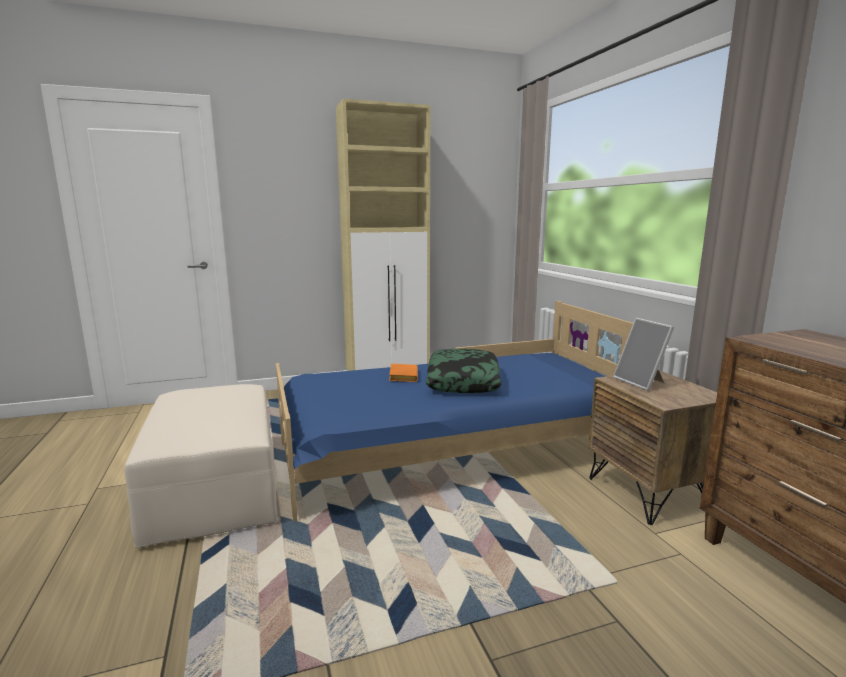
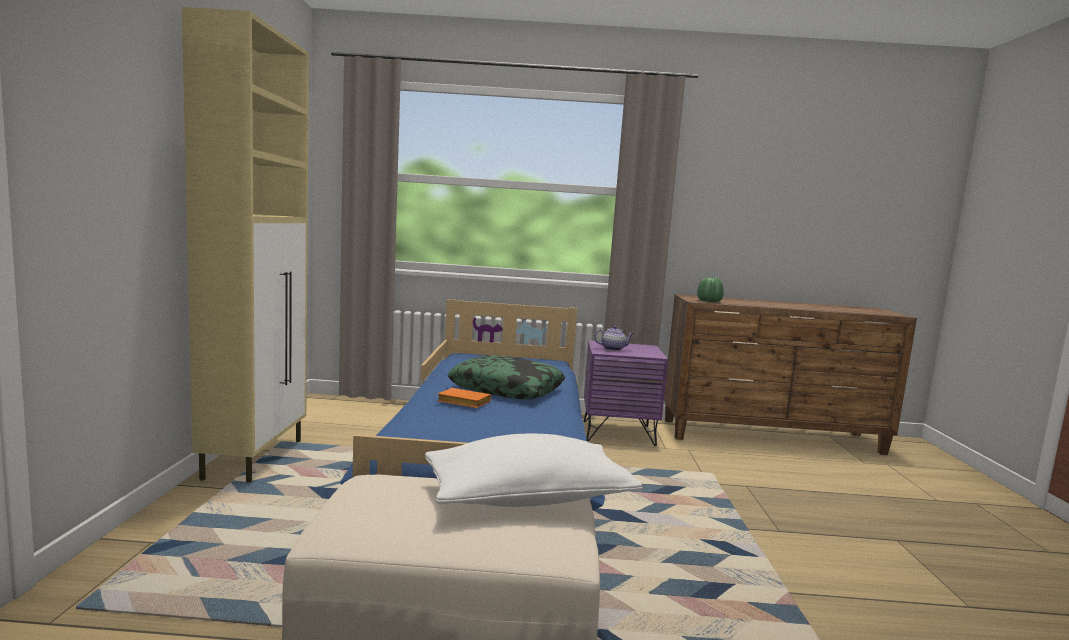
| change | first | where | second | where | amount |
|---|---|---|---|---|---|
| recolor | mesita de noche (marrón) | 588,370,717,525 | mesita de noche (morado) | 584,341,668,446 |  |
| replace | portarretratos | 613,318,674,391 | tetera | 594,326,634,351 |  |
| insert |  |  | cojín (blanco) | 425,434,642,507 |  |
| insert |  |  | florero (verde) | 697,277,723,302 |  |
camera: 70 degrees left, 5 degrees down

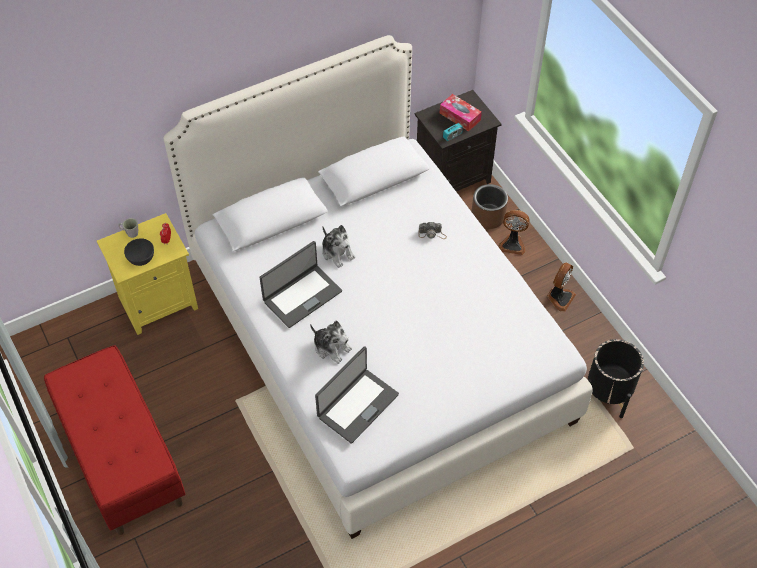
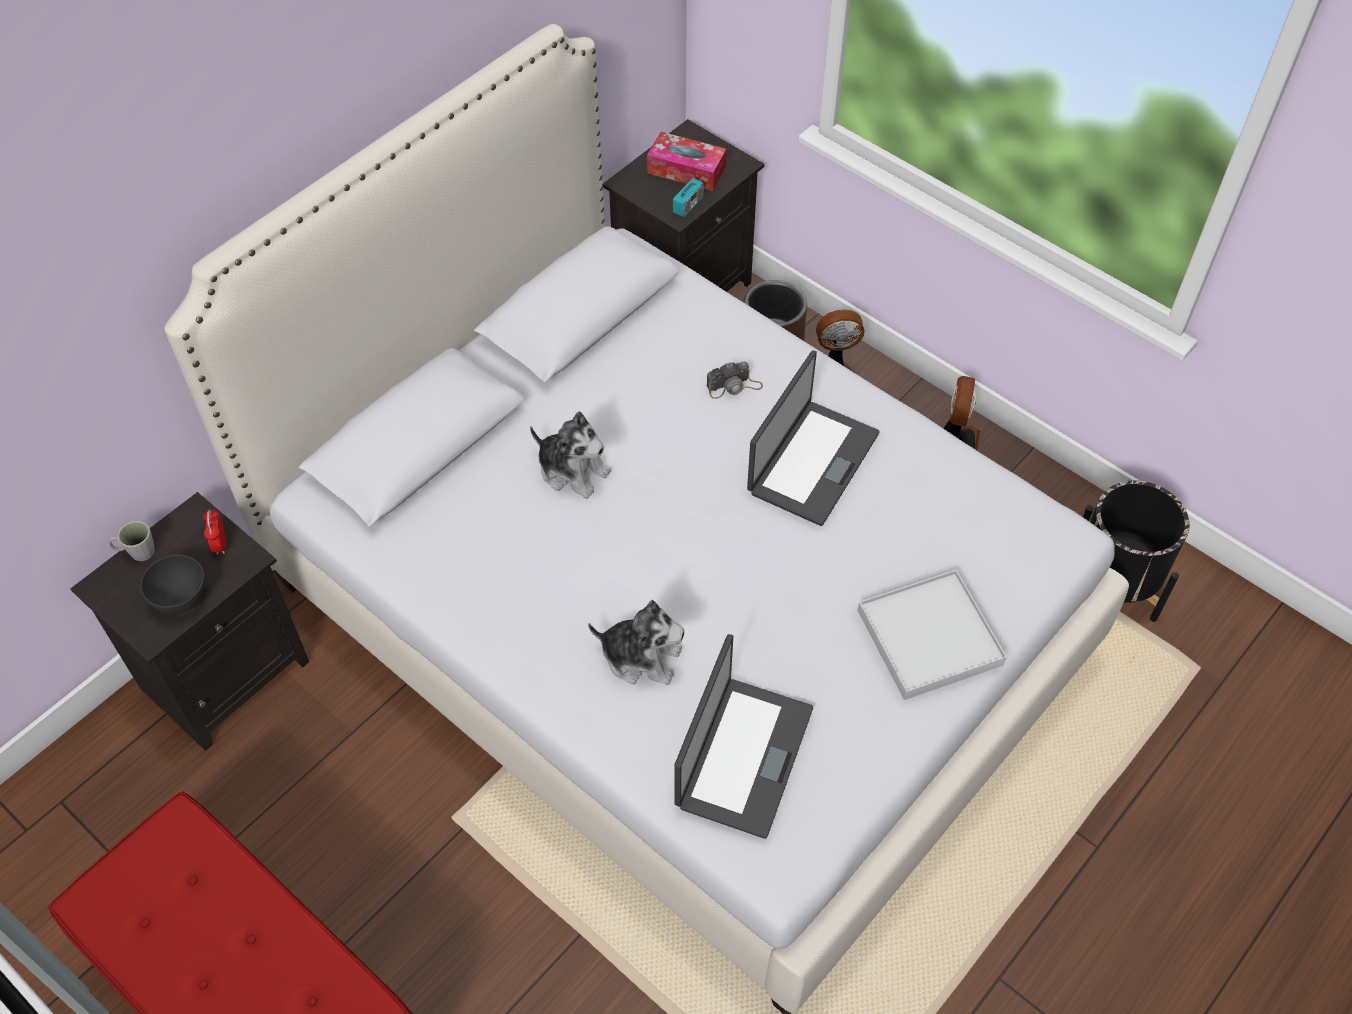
| change | first | where | second | where | amount |
|---|---|---|---|---|---|
| recolor | mesita de noche (amarillo) | 97,213,198,335 | mesita de noche (negro) | 70,492,309,751 |  |
| move | portátil | 259,241,342,328 |  | 747,350,880,526 |  |
| insert |  |  | bandeja (blanco) | 858,570,1007,700 |  |
camera: 20 degrees left, 0 degrees up

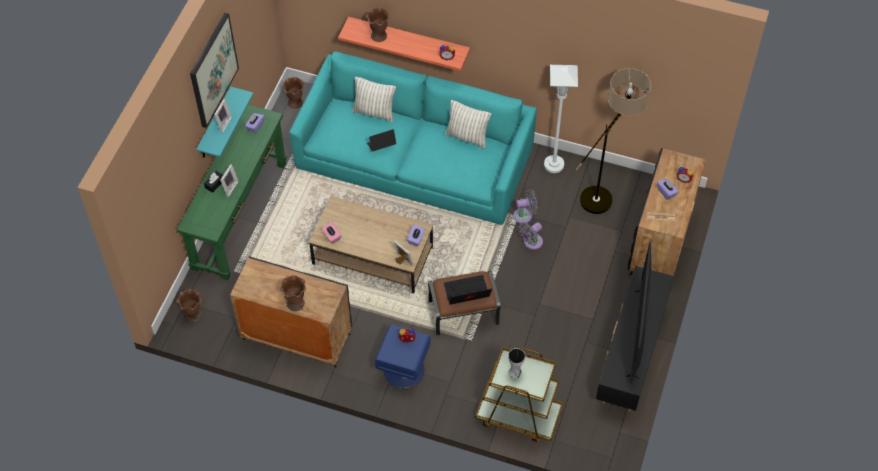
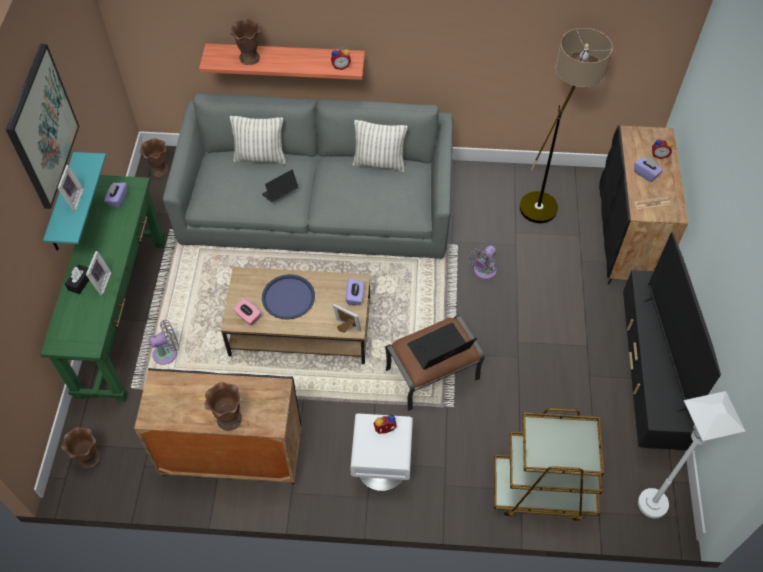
| change | first | where | second | where | amount |
|---|---|---|---|---|---|
| recolor | sofá (turquesa) | 289,52,537,225 | sofá (gris) | 163,93,453,259 |  |
| recolor | mesita de noche (azul) | 375,324,431,388 | mesita de noche (blanco) | 350,414,413,491 |  |
| delete | florero | 508,348,525,378 |  |  |  |
| move | ventilador (gris) | 513,189,538,224 |  | 149,320,179,365 |  |
| move | lámpara de pie (blanco) | 544,65,578,173 |  | 638,391,746,518 |  |
| insert |  |  | bandeja (azul) | 262,274,315,320 |  |
camera: 15 degrees left, 0 degrees up

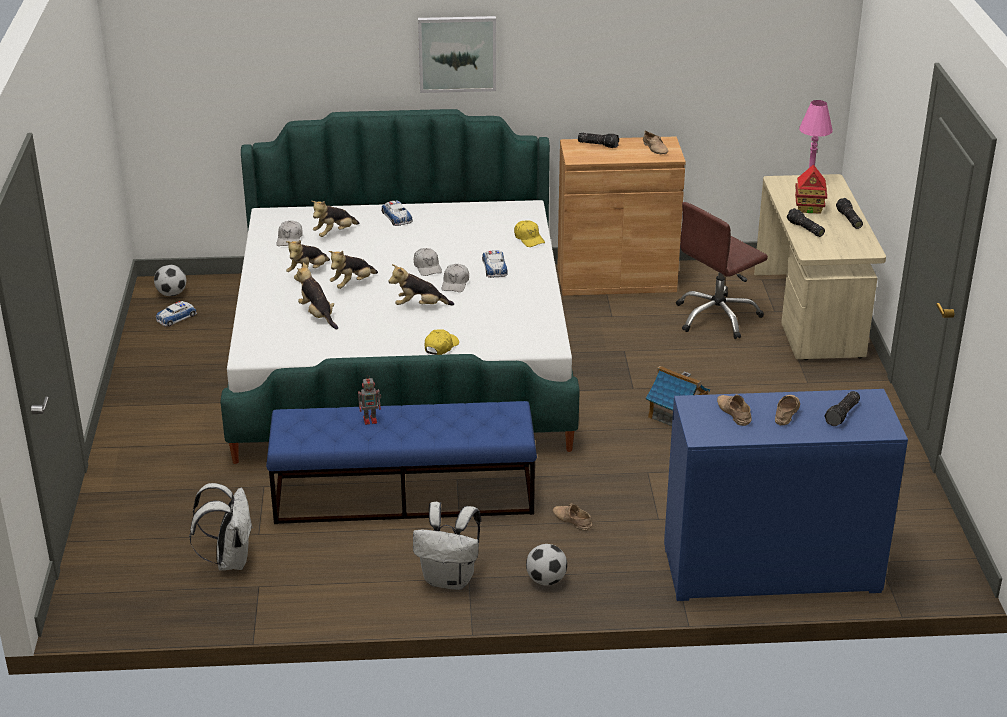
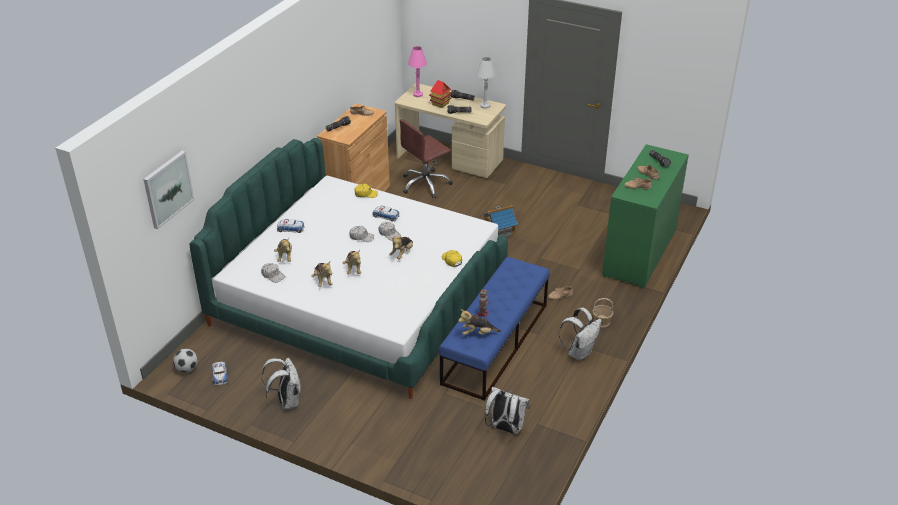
| change | first | where | second | where | amount |
|---|---|---|---|---|---|
| move | peluche | 294,263,338,329 |  | 458,309,501,335 |  |
| move | cuadro | 418,16,496,93 |  | 143,151,194,229 |  |
| replace | balón de fútbol | 526,544,567,585 | cesta | 592,298,614,327 |  |
| recolor | cómoda (azul) | 664,389,908,601 | cómoda (verde) | 602,144,689,289 |  |
| rotate | silla de oficina (marrón) | 676,202,768,339 |  | 399,119,452,198 | 60 degrees clockwise |
| insert |  |  | mochila (blanco) | 261,358,301,410 |  |
| insert |  |  | lámpara de mesa (blanco) | 476,57,496,109 |  |
camera: 60 degrees left, 5 degrees up

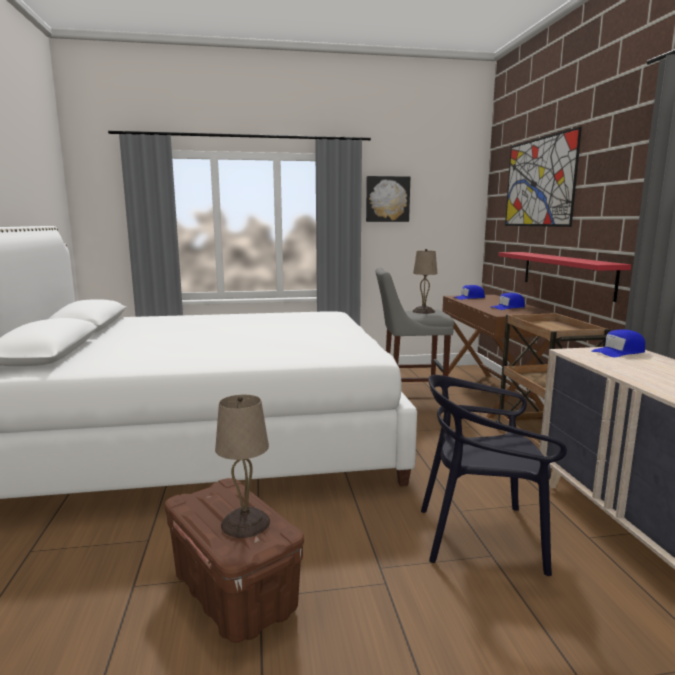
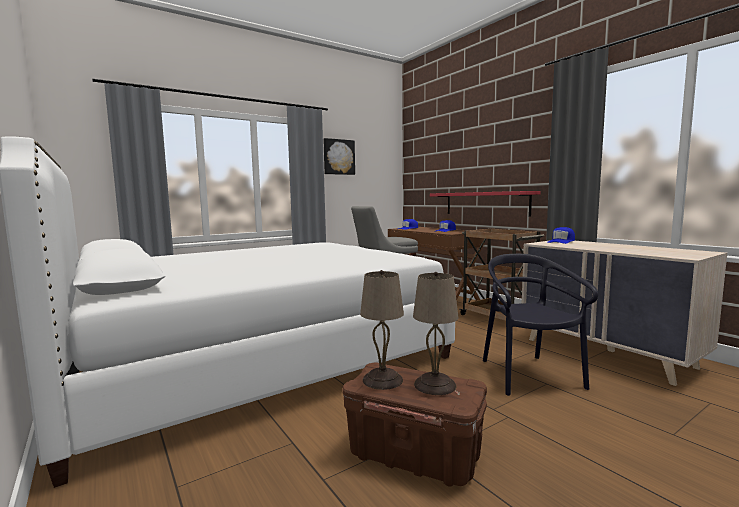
| change | first | where | second | where | amount |
|---|---|---|---|---|---|
| move | lámpara de mesa (beis) | 412,249,437,314 |  | 360,270,404,390 |  |
| rotate | silla (negro) | 421,375,567,576 |  | 483,254,598,396 | 105 degrees clockwise |
| delete | cuadro | 505,126,582,227 |  |  |  |
camera: 25 degrees left, 5 degrees down

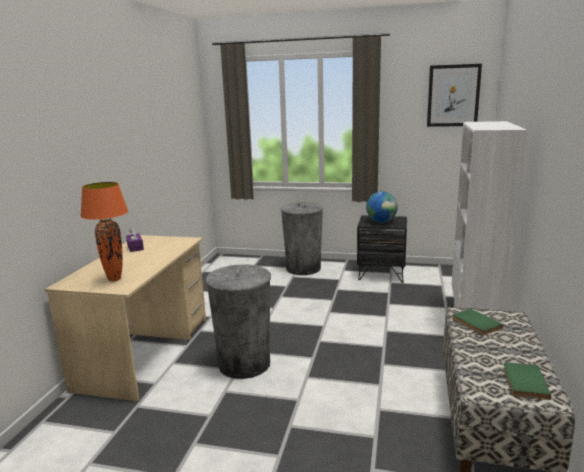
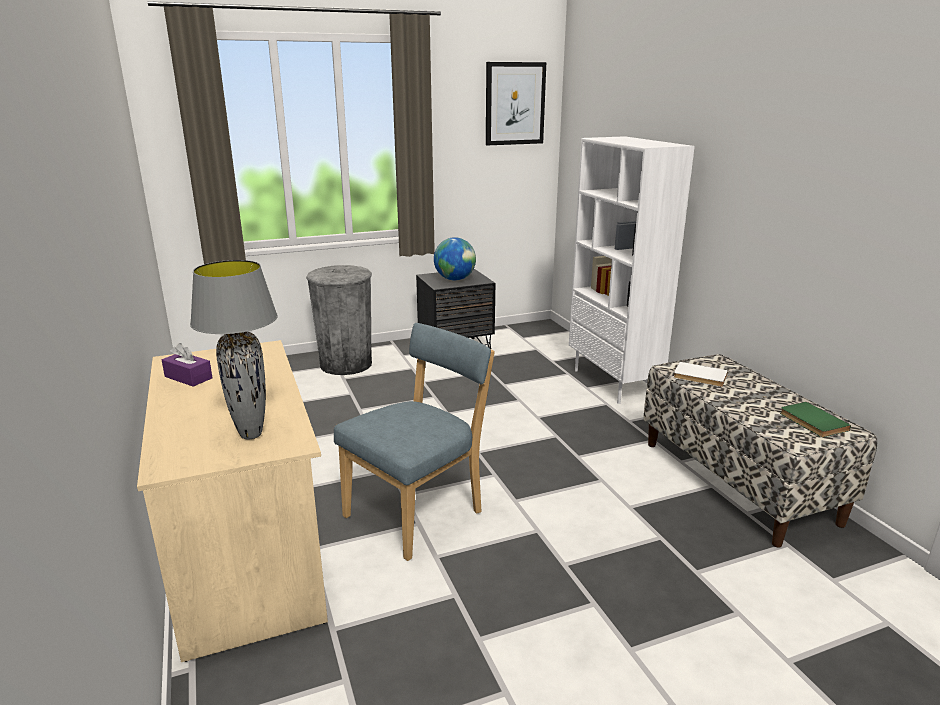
| change | first | where | second | where | amount |
|---|---|---|---|---|---|
| recolor | lámpara de mesa (naranja) | 80,182,128,282 | lámpara de mesa (gris) | 190,260,278,440 |  |
| replace | papelera (gris) | 205,264,271,379 | silla (azul) | 334,323,495,561 |  |
| recolor | libro (verde) | 453,309,503,335 | libro (blanco) | 673,362,728,387 |  |
camera: 35 degrees left, 5 degrees up

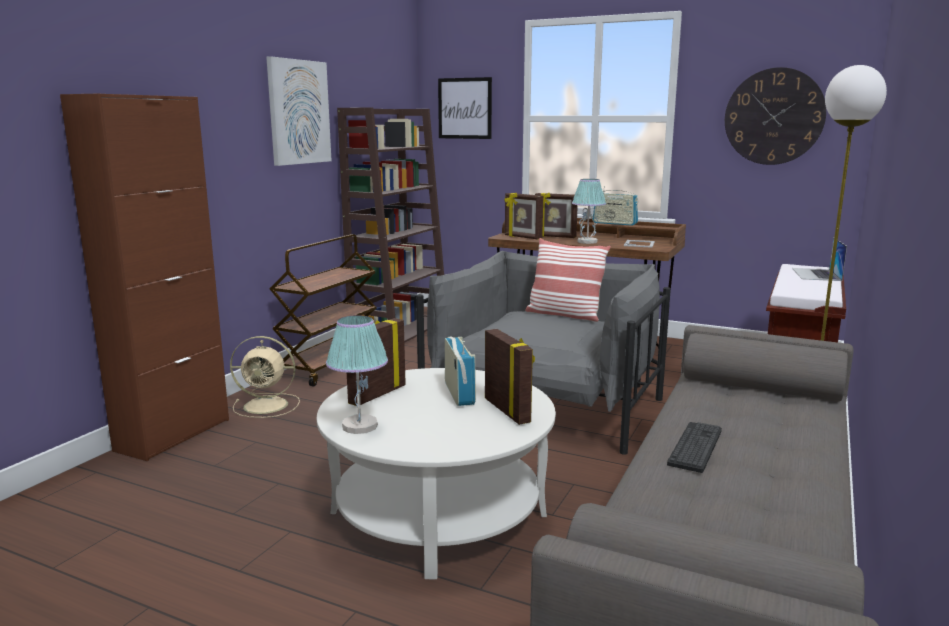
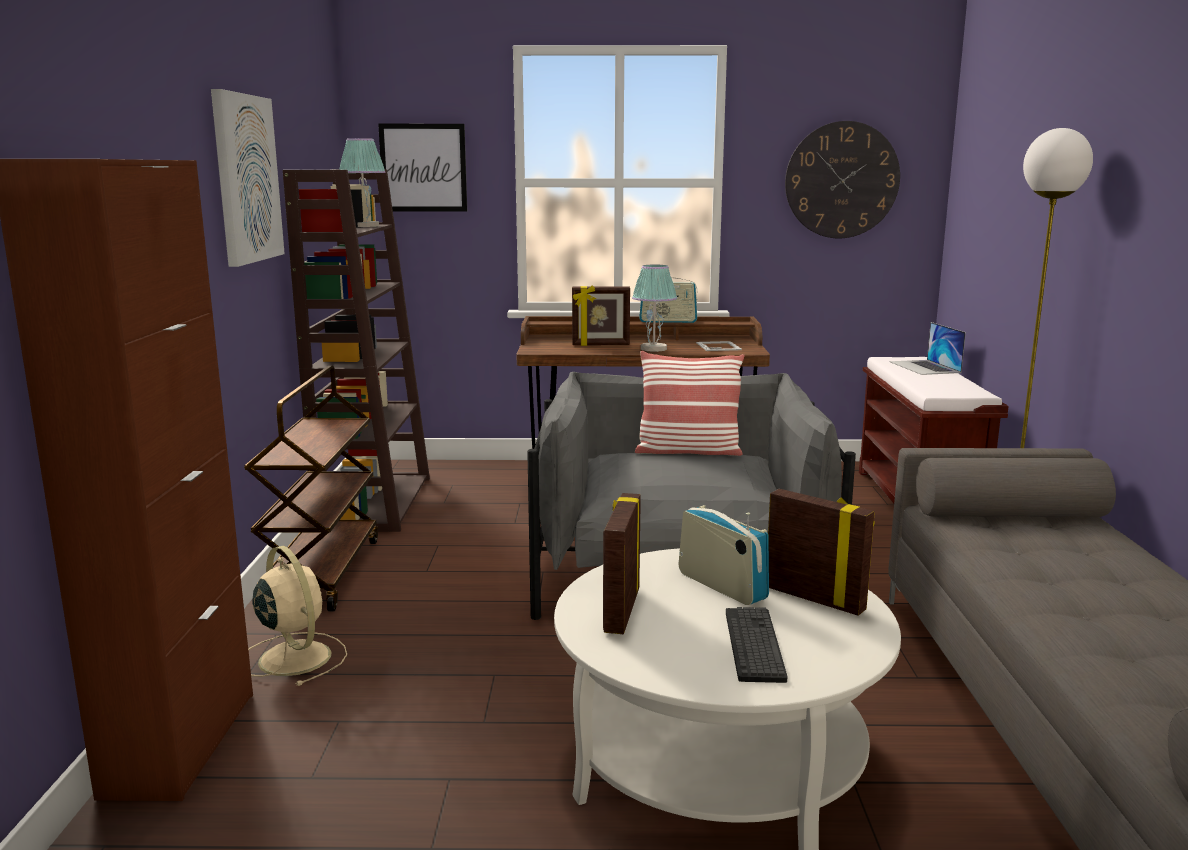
| change | first | where | second | where | amount |
|---|---|---|---|---|---|
| rotate | ventilador (beis) | 230,336,300,418 |  | 248,546,347,686 | 105 degrees counterclockwise |
| move | lámpara de mesa | 326,315,388,434 |  | 339,138,386,227 |  |
| delete | portarretratos | 504,193,543,240 |  |  |  |
| move | teclado | 667,422,722,473 |  | 726,607,788,683 |  |
camera: 25 degrees left, 0 degrees up

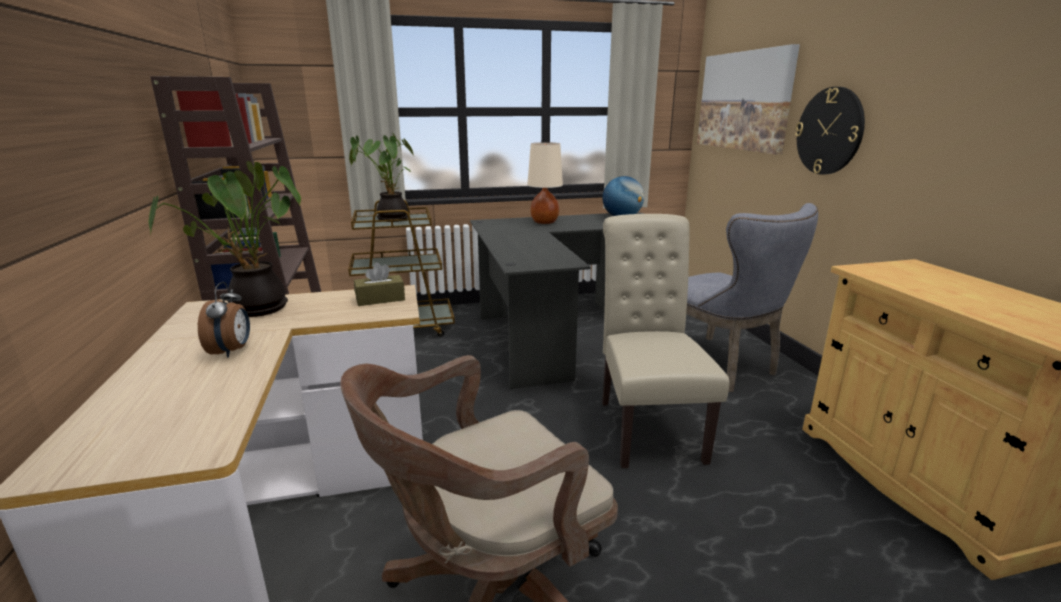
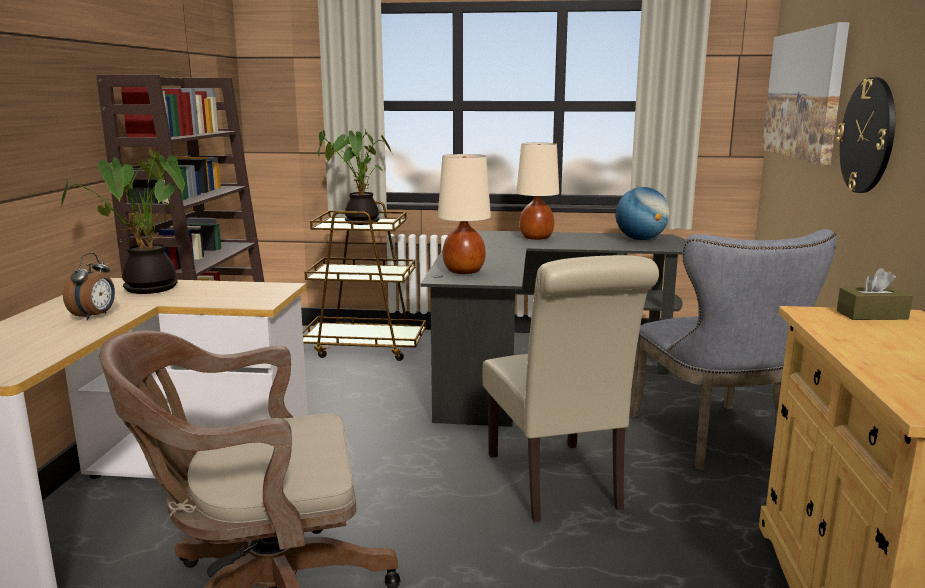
| change | first | where | second | where | amount |
|---|---|---|---|---|---|
| move | caja de pañuelos (marrón) | 354,262,405,306 |  | 837,268,913,320 |  |
| rotate | silla (beis) | 602,214,730,468 |  | 483,255,659,522 | 150 degrees clockwise |
| insert |  |  | lámpara de mesa (beis) | 438,154,491,274 |  |
camera: 20 degrees right, 5 degrees down

